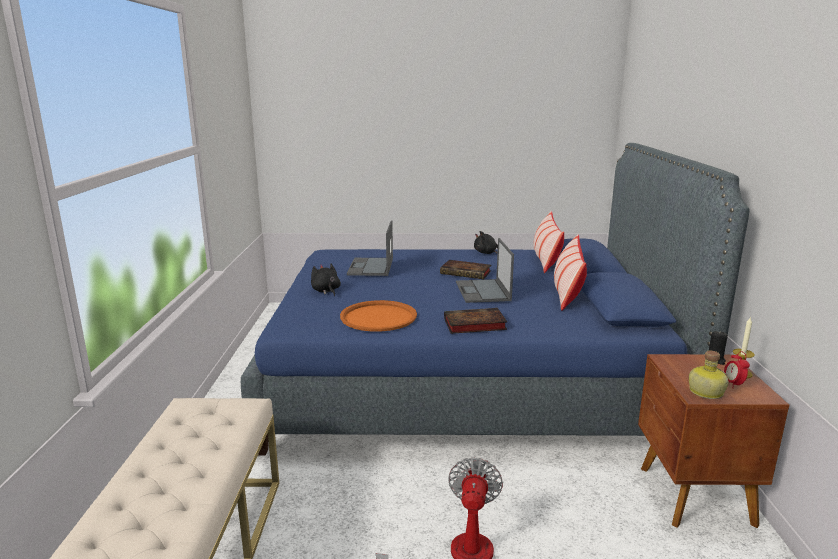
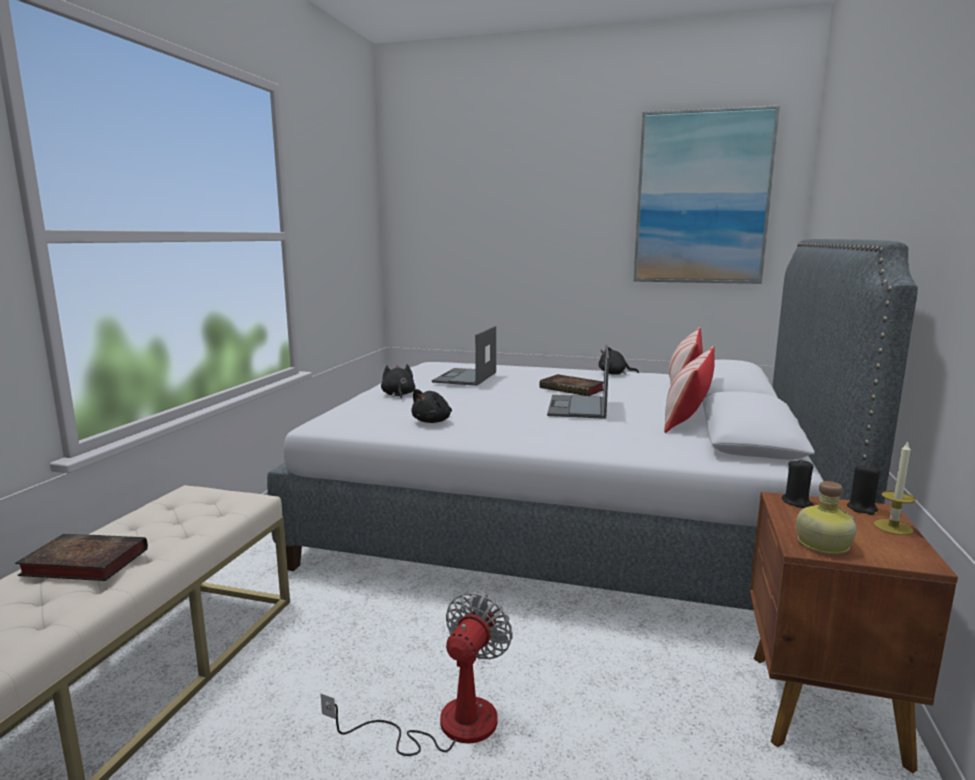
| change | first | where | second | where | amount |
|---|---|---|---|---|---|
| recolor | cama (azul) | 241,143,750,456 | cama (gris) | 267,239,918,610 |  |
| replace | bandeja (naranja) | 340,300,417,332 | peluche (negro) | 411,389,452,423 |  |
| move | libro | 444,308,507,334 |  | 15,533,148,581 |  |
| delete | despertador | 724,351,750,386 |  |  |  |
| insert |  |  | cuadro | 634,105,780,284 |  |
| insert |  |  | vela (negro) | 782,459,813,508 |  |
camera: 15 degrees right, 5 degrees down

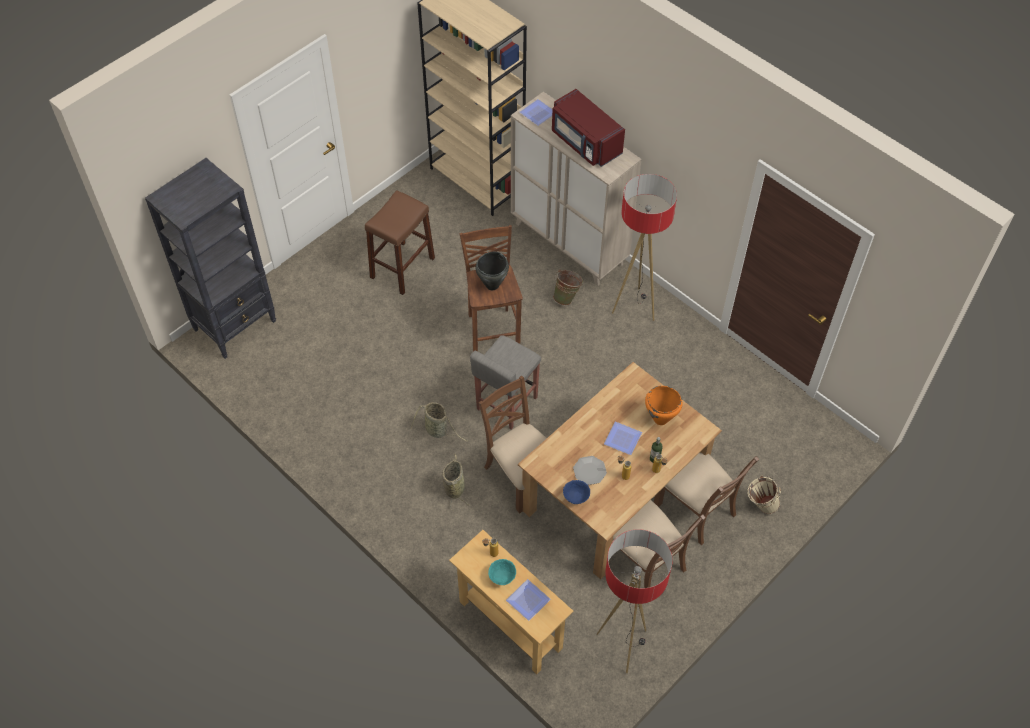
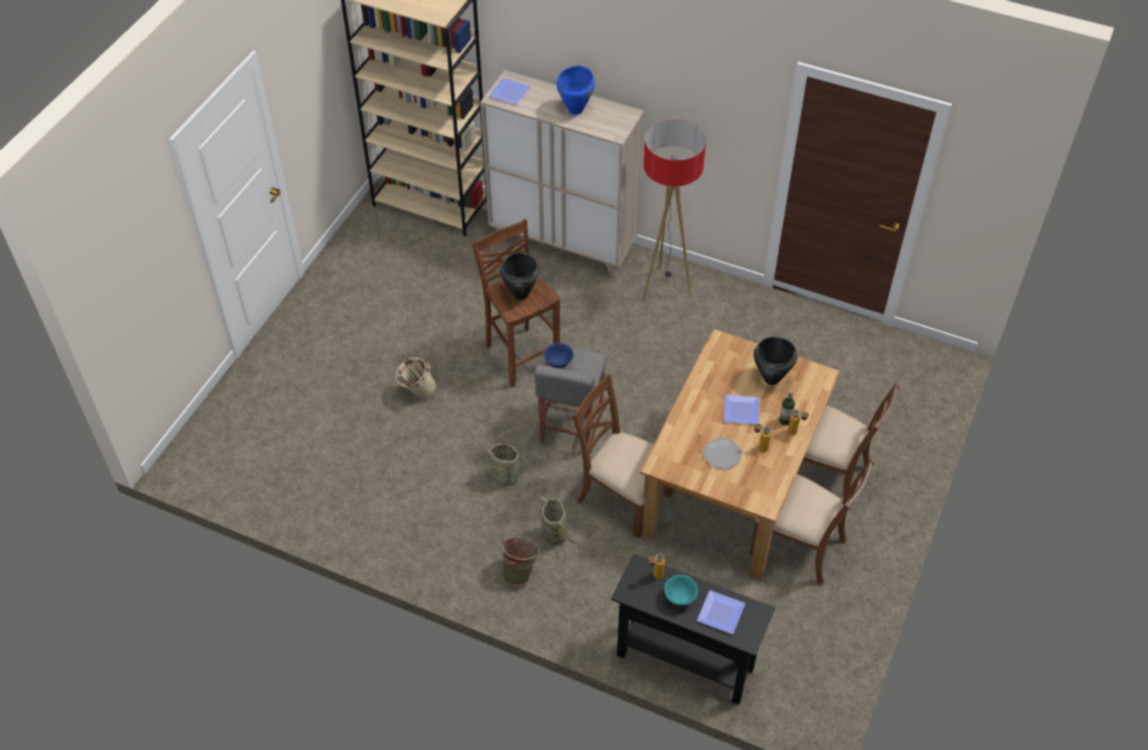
| change | first | where | second | where | amount |
|---|---|---|---|---|---|
| delete | estantería (negro) | 145,158,276,359 |  |  |  |
| delete | taburete (marrón) | 365,190,435,295 |  |  |  |
| recolor | mesa consola (beis) | 449,530,573,674 | mesa consola (negro) | 611,554,775,705 |  |
| replace | microondas (rojo) | 552,89,625,167 | olla (azul) | 556,66,595,115 |  |
| move | cubo (verde) | 553,269,583,306 |  | 500,537,540,586 |  |
| move | cuenco (azul) | 563,480,590,504 |  | 544,343,574,368 |  |
| delete | lámpara de pie | 597,529,673,673 |  |  |  |
| recolor | olla (naranja) | 645,386,683,425 | olla (negro) | 754,337,798,385 |  |
| move | cubo (beis) | 747,475,781,514 |  | 396,357,437,399 |  |
camera: 20 degrees left, 5 degrees down

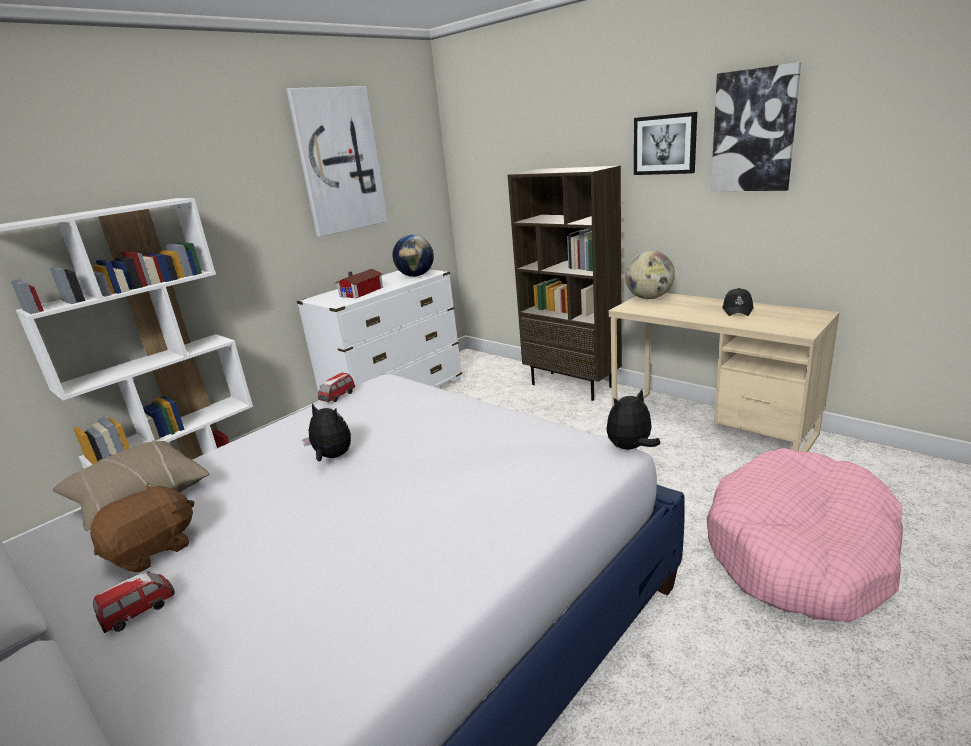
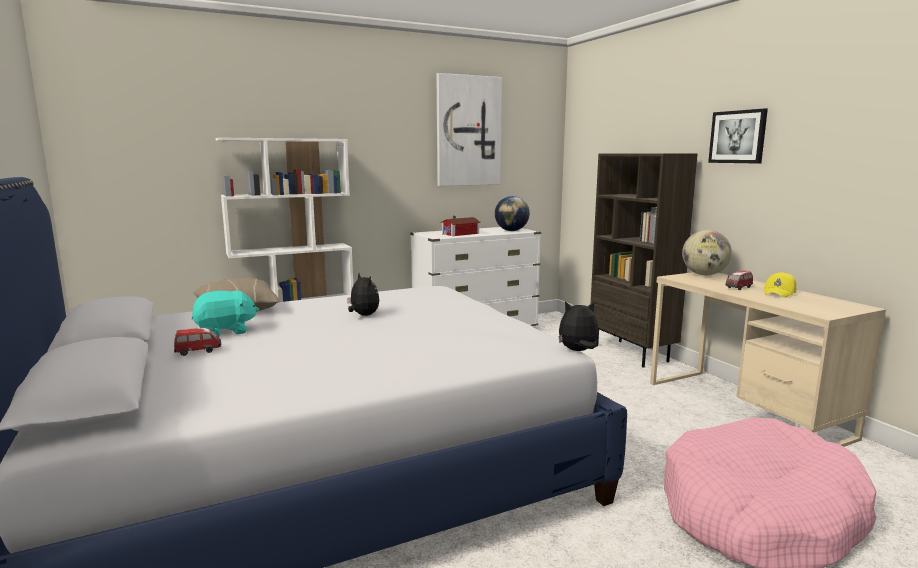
| change | first | where | second | where | amount |
|---|---|---|---|---|---|
| recolor | peluche (marrón) | 90,483,194,573 | peluche (turquesa) | 191,290,259,336 |  |
| move | coche de juguete | 318,373,355,402 |  | 725,270,753,290 |  |
| delete | cuadro | 711,62,801,191 |  |  |  |
| recolor | gorra (negro) | 722,288,754,316 | gorra (amarillo) | 764,272,796,298 |  |
camera: 20 degrees right, 10 degrees down

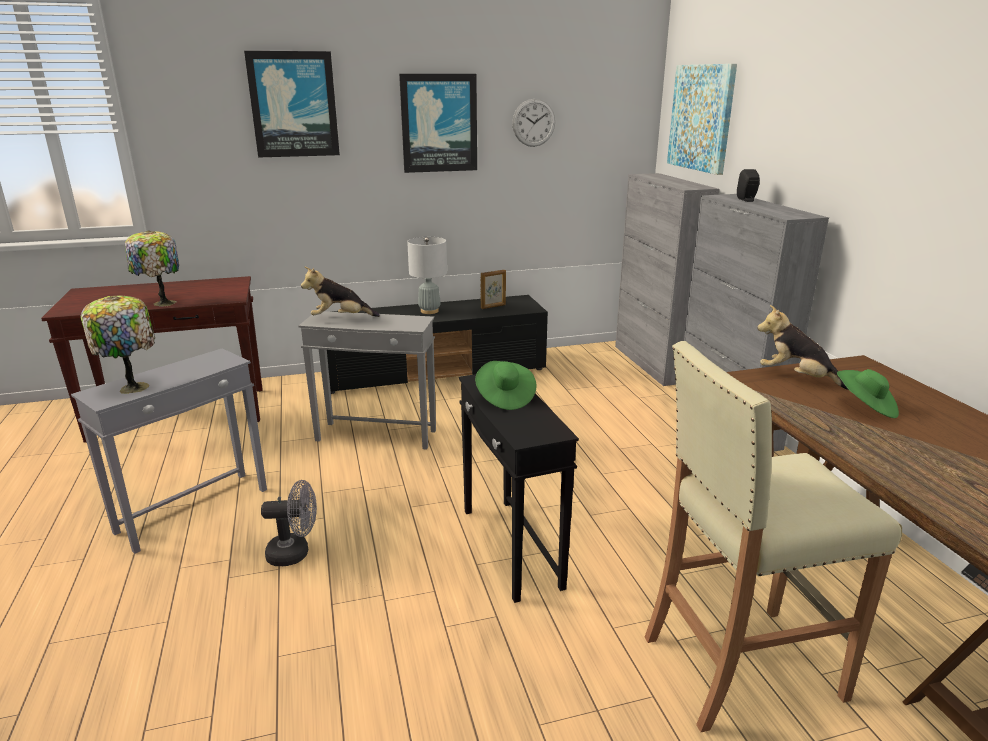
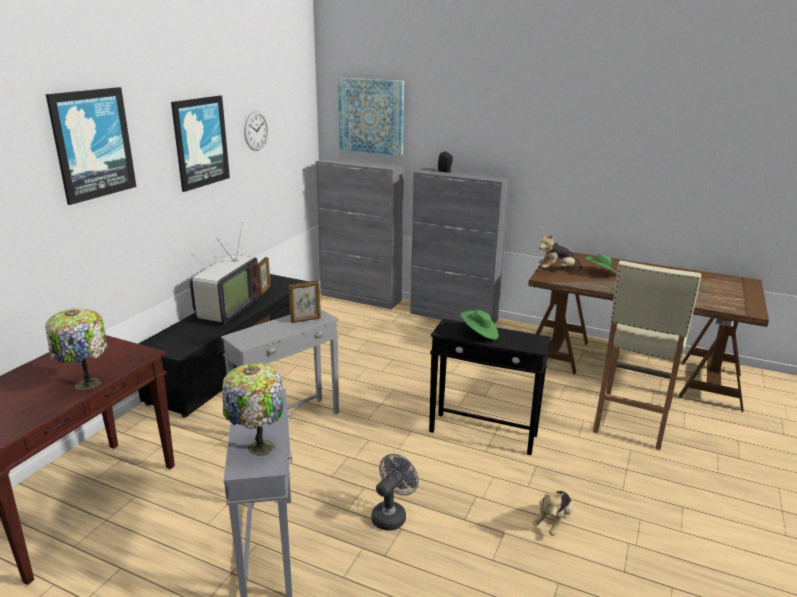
| change | first | where | second | where | amount |
|---|---|---|---|---|---|
| move | peluche | 301,267,380,317 |  | 533,491,573,536 |  |
| replace | lámpara de mesa (gris) | 407,237,447,314 | televisor | 190,222,260,325 |  |
| insert |  |  | portarretratos | 289,280,321,323 |  |
camera: 50 degrees left, 0 degrees up

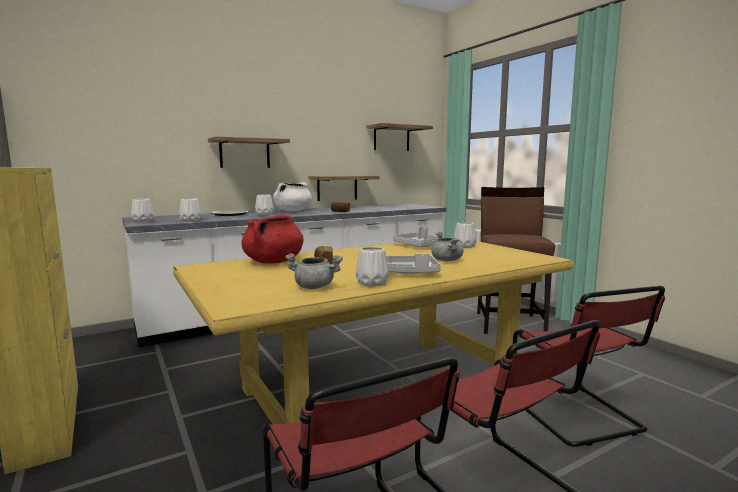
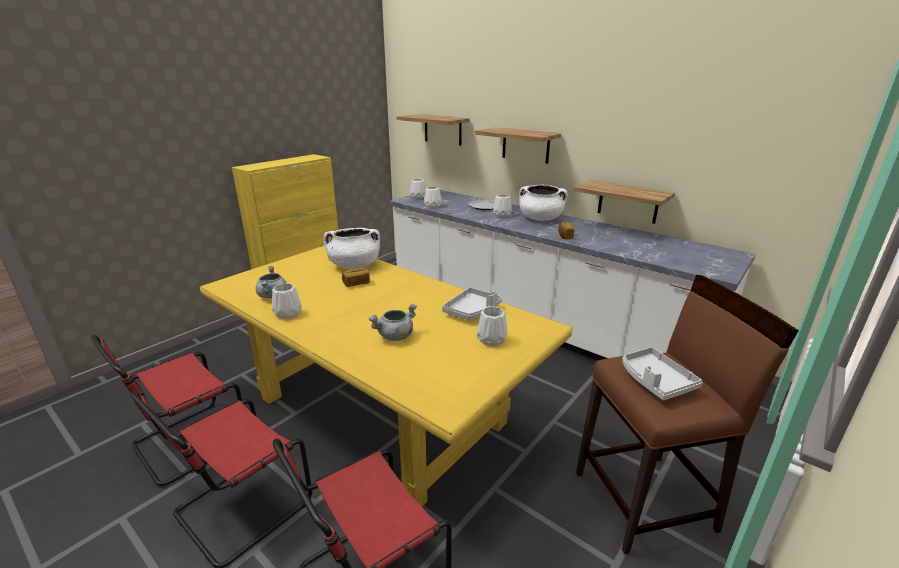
| change | first | where | second | where | amount |
|---|---|---|---|---|---|
| recolor | olla (rojo) | 241,215,304,263 | olla (blanco) | 323,228,380,269 |  |
| move | estante | 366,123,433,151 |  | 396,114,470,146 |  |
| move | bandeja (gris) | 386,253,441,274 |  | 622,347,703,400 |  |
camera: 70 degrees right, 15 degrees up

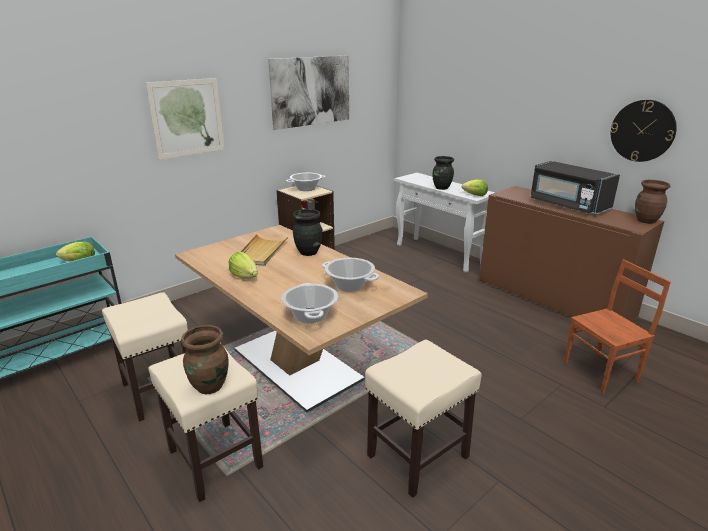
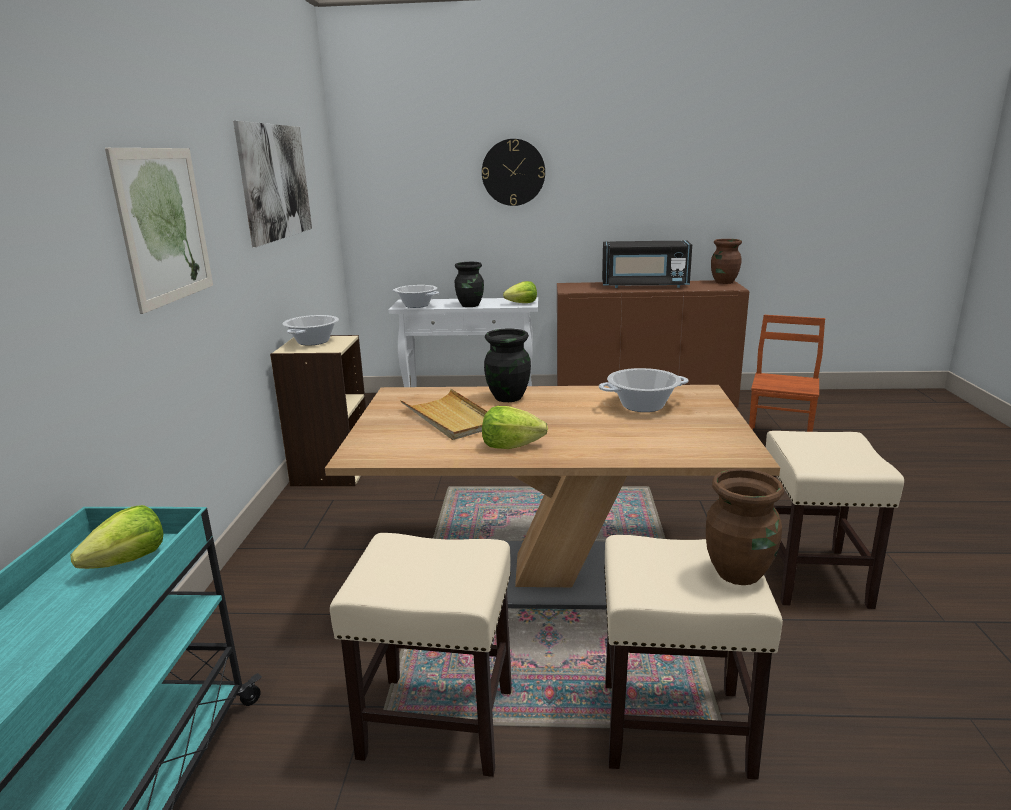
| change | first | where | second | where | amount |
|---|---|---|---|---|---|
| move | olla | 282,283,338,323 |  | 393,285,440,308 |  |
| move | reloj de pared | 610,100,677,162 |  | 482,139,545,206 |  |
camera: 45 degrees left, 5 degrees down

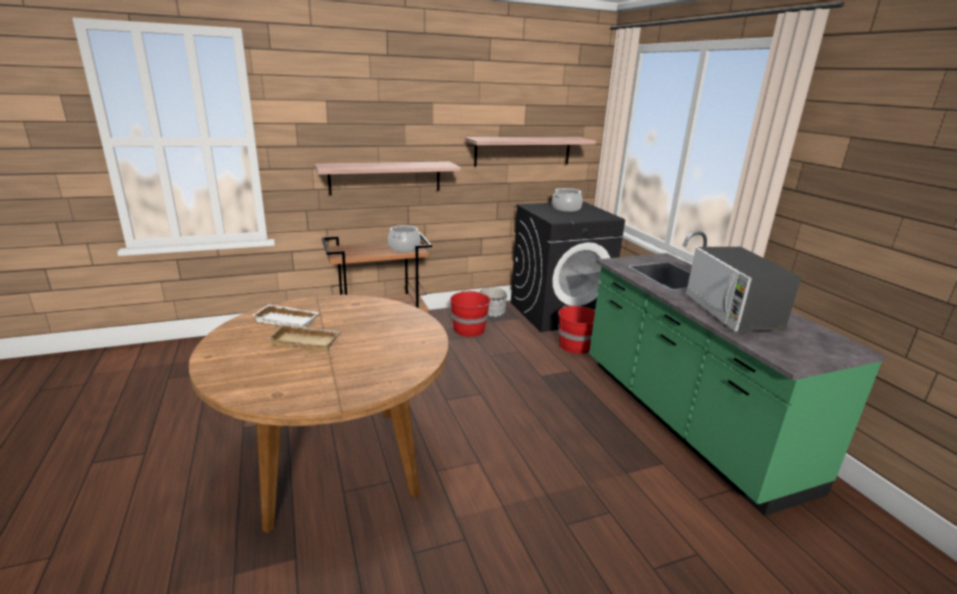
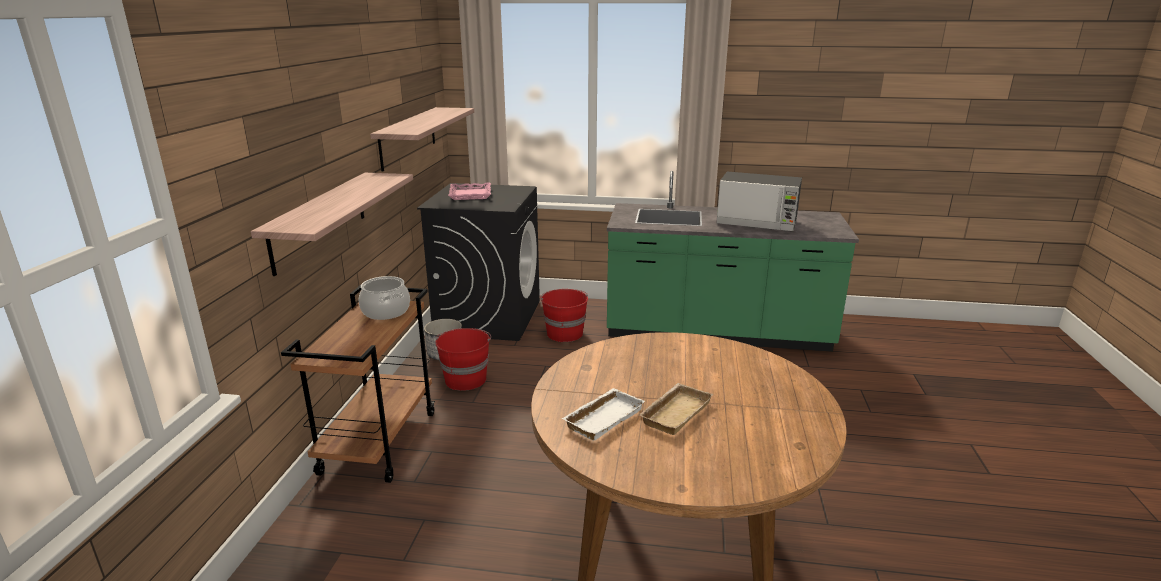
| change | first | where | second | where | amount |
|---|---|---|---|---|---|
| replace | olla | 552,188,583,212 | bandeja (rosa) | 448,183,491,200 |  |
camera: 60 degrees left, 0 degrees up

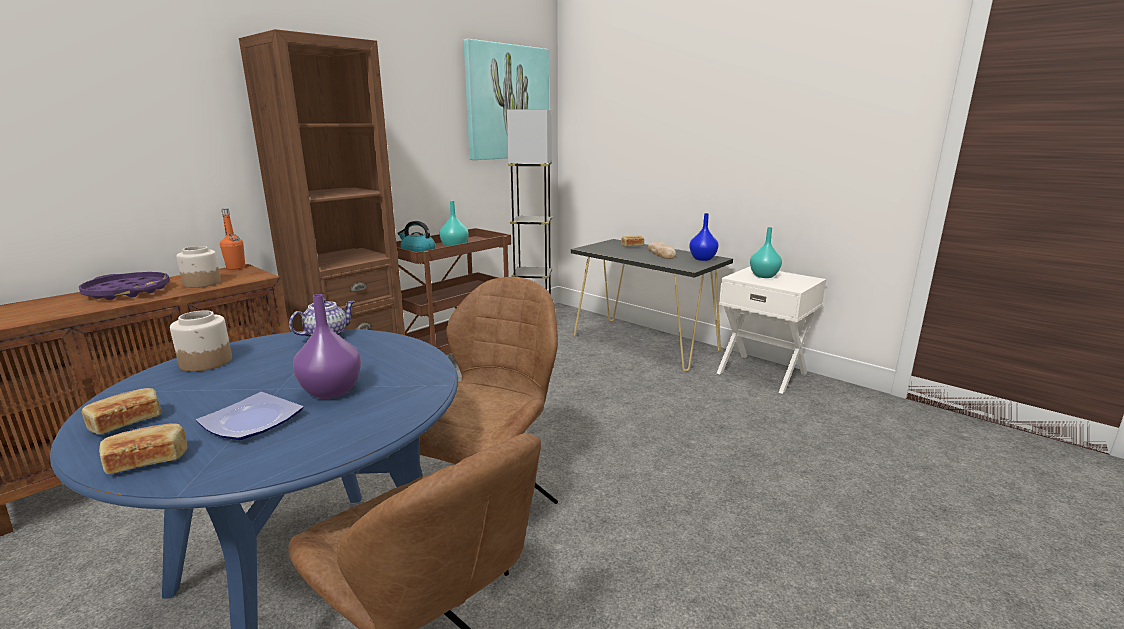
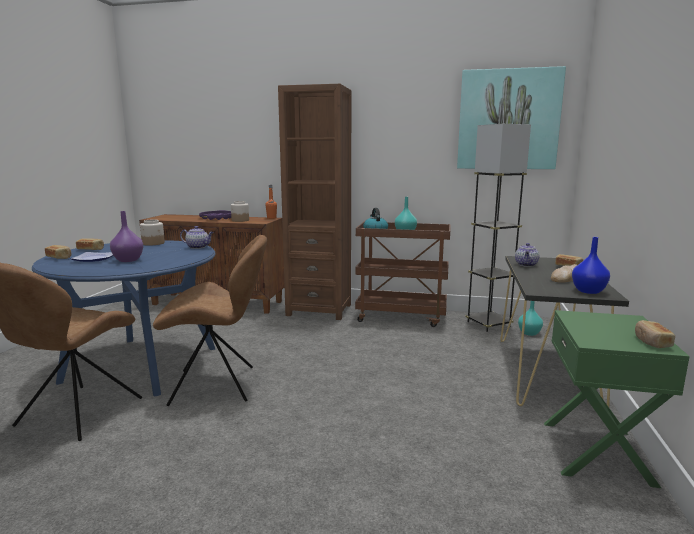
| change | first | where | second | where | amount |
|---|---|---|---|---|---|
| recolor | mesita de noche (blanco) | 717,266,826,394 | mesita de noche (verde) | 544,310,690,488 |  |
| move | florero (turquesa) | 750,227,782,278 |  | 518,301,543,336 |  |
| insert |  |  | tetera | 515,243,539,267 |  |
| insert |  |  | pan | 635,320,675,348 |  |
camera: 60 degrees right, 5 degrees down

